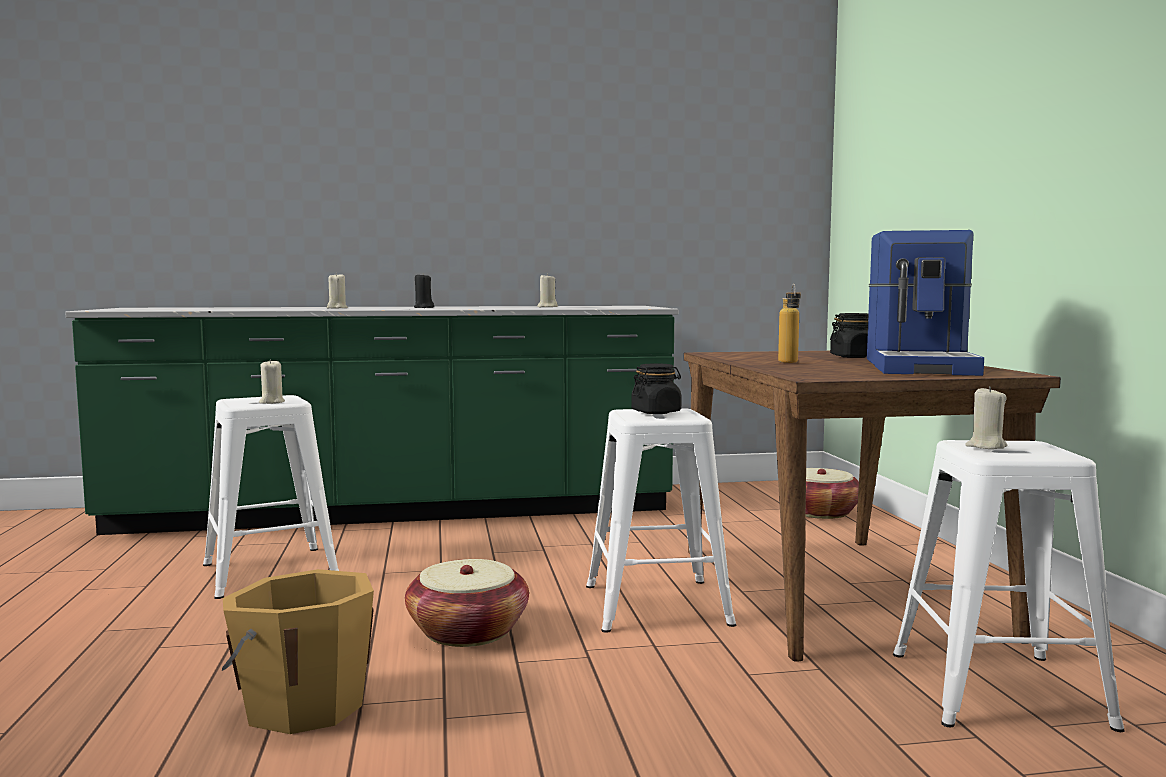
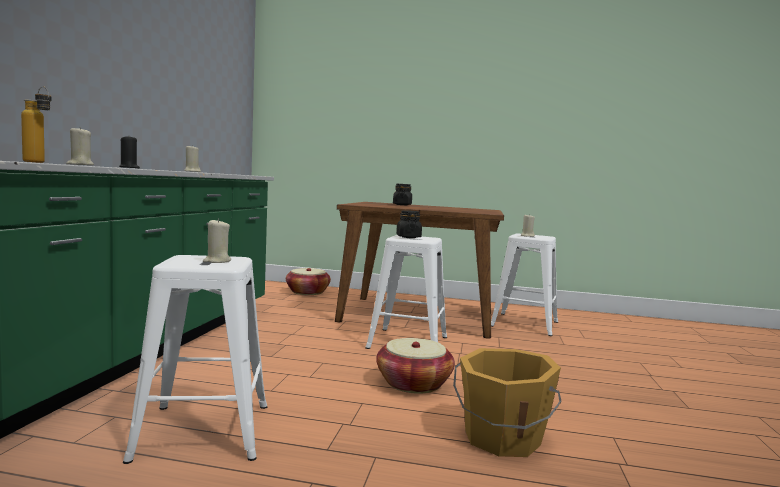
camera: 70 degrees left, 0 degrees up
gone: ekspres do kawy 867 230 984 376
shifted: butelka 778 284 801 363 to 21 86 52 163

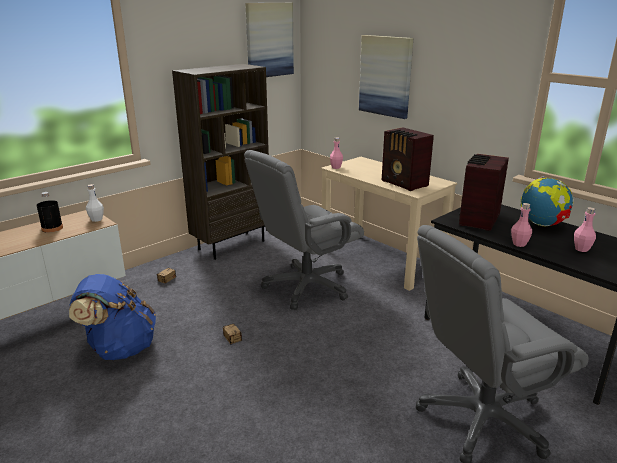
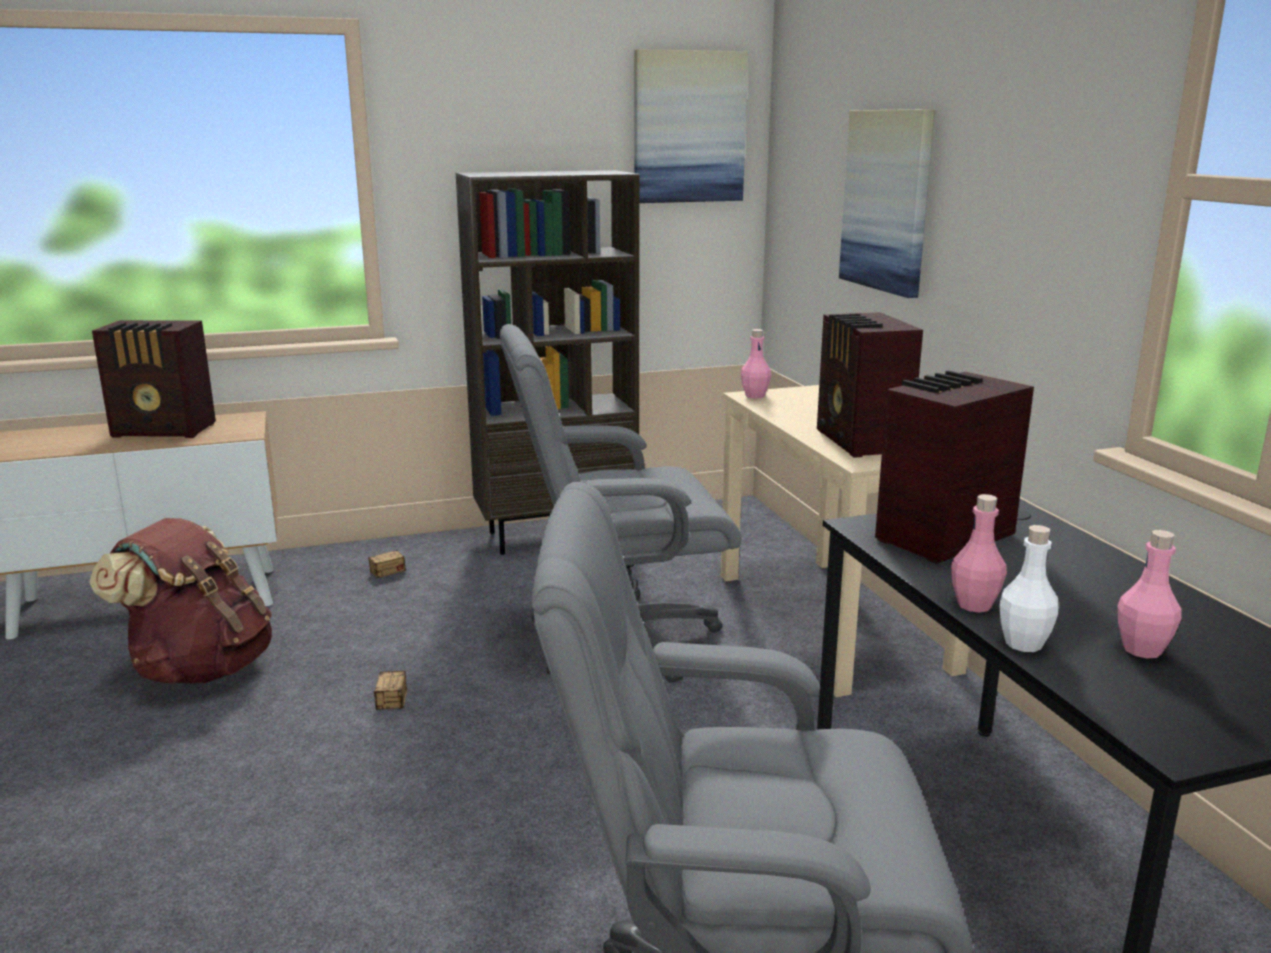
camera: 25 degrees right, 5 degrees down
gone: globus 521 176 574 226
shifted: butelka [biały] 86 184 104 222 to 999 525 1058 652
swapped: butelka [czarny] 37 192 63 233 to radio 92 320 216 438
repainted: plecak [niebieski] 69 274 156 360 to plecak [brązowy] 90 518 272 684

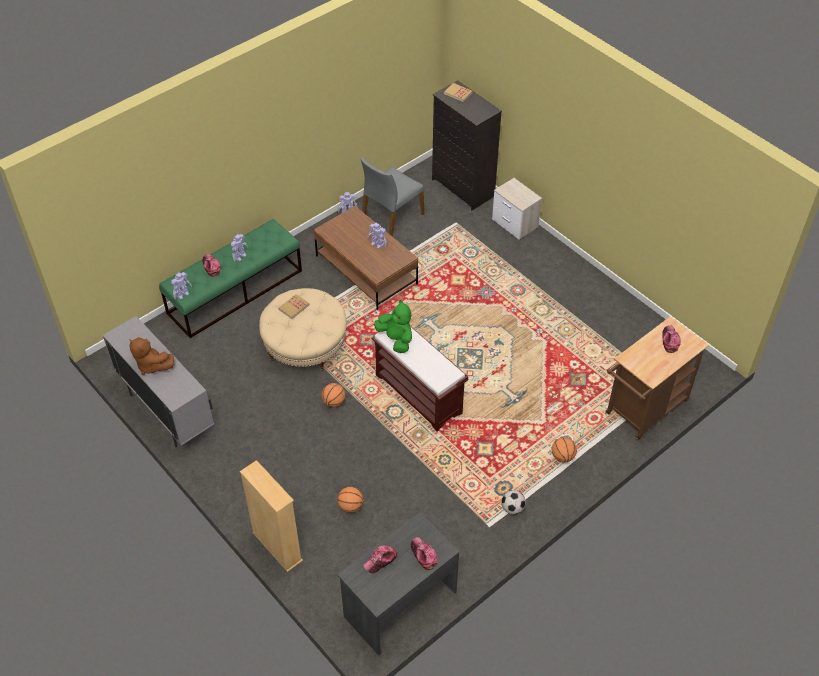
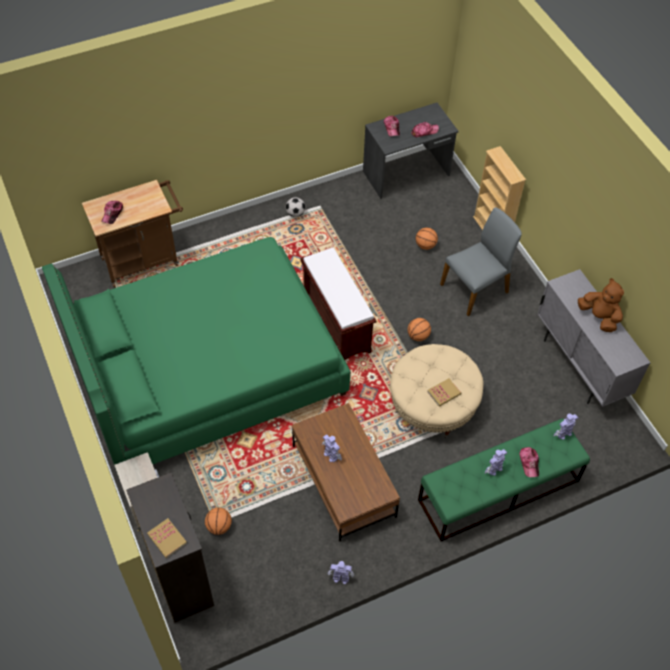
camera: 165 degrees left, 5 degrees up
gone: pluszak [zielony] 374 300 412 353
new: łóżko [zielony] 42 237 350 477
shifted: krzesło [szary] 361 157 425 237 to 440 208 522 316; piłka do koszykówki 552 437 577 463 to 205 507 232 535

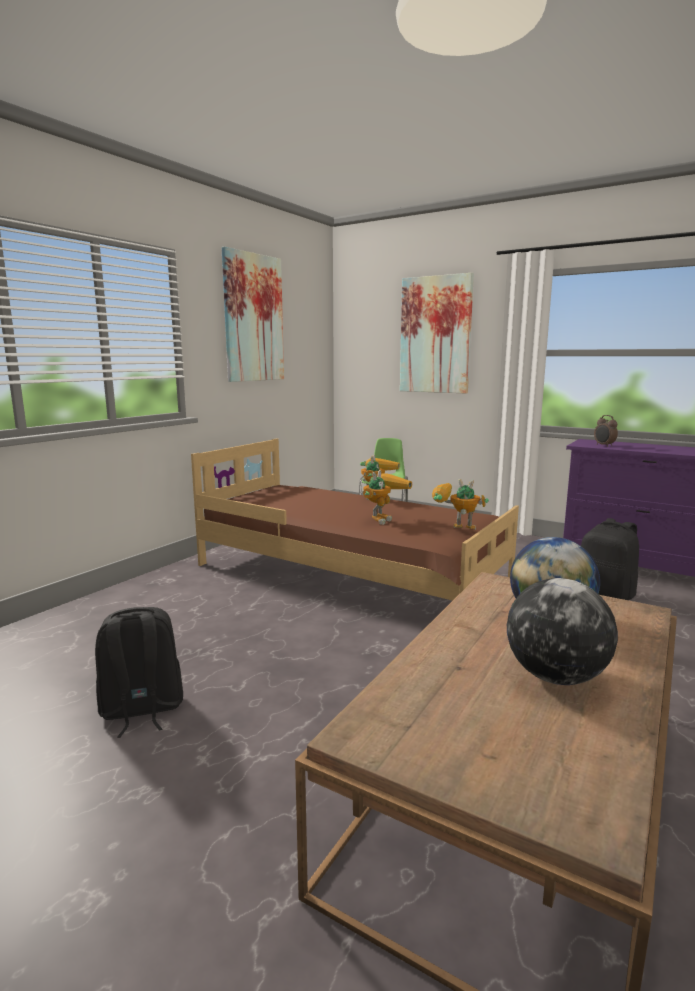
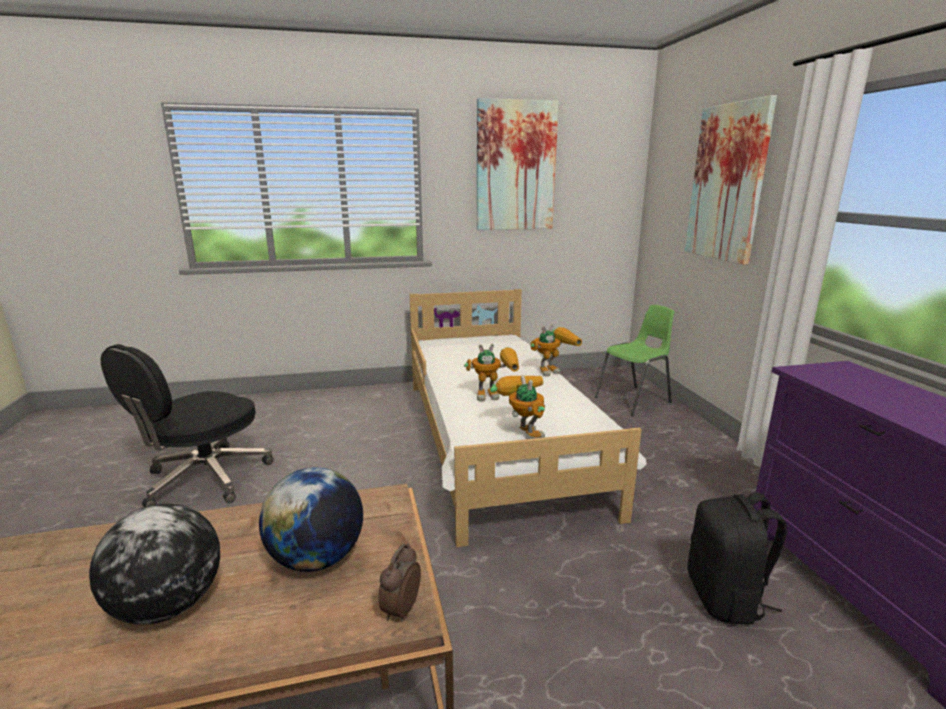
camera: 45 degrees right, 5 degrees up
shifted: budzik 594 415 618 447 to 379 543 421 622
swapped: plecak [czarny] 95 607 183 738 to krzesło biurowe [czarny] 101 344 274 507
repainted: łóżko [brązowy] 191 438 519 601 to łóżko [biały] 410 289 647 547

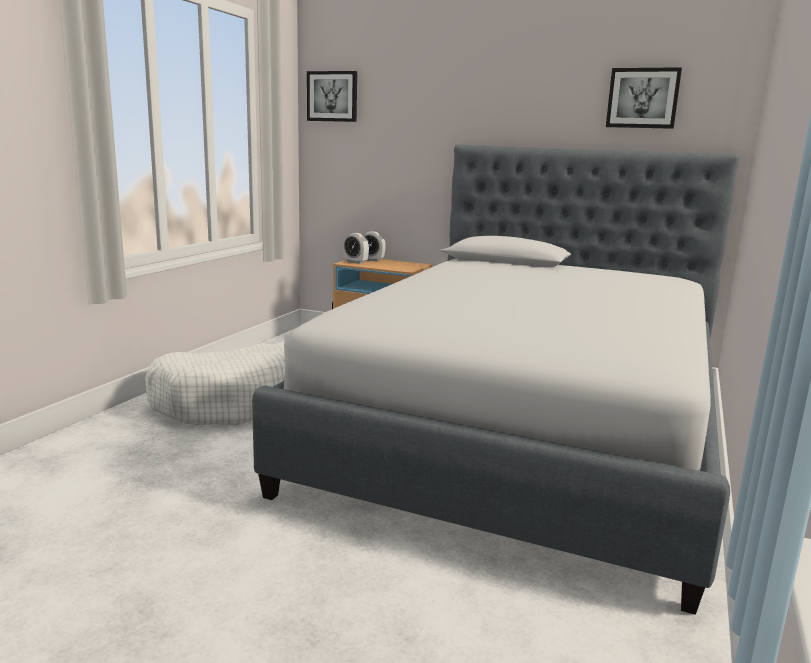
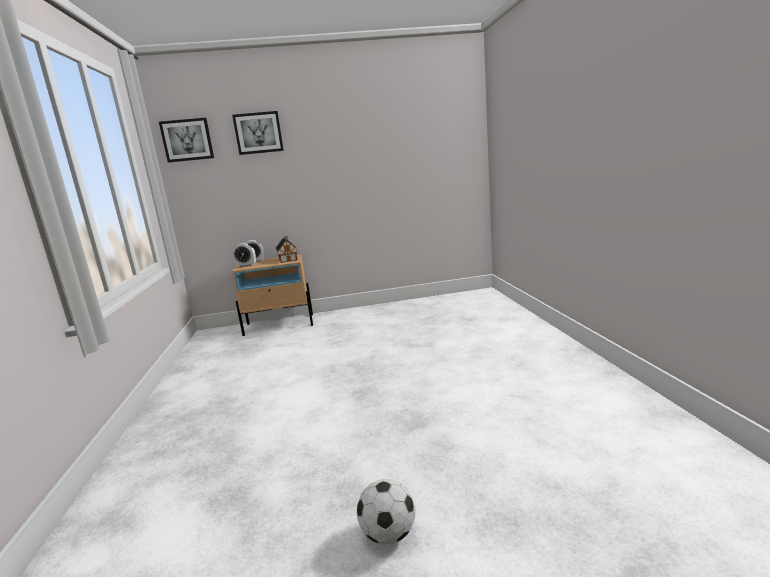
camera: 30 degrees left, 0 degrees up
gone: legowisko [biały] 145 341 285 425; łóżko 252 145 740 615
new: domek 276 236 298 263; piłka futbolowa 357 479 416 544
shifted: obraz 606 67 682 129 to 232 111 284 155

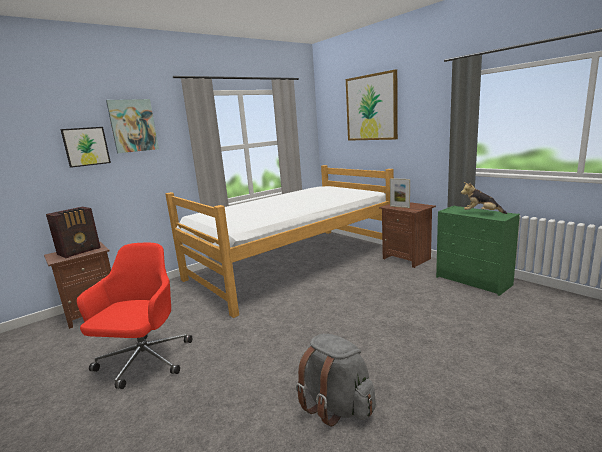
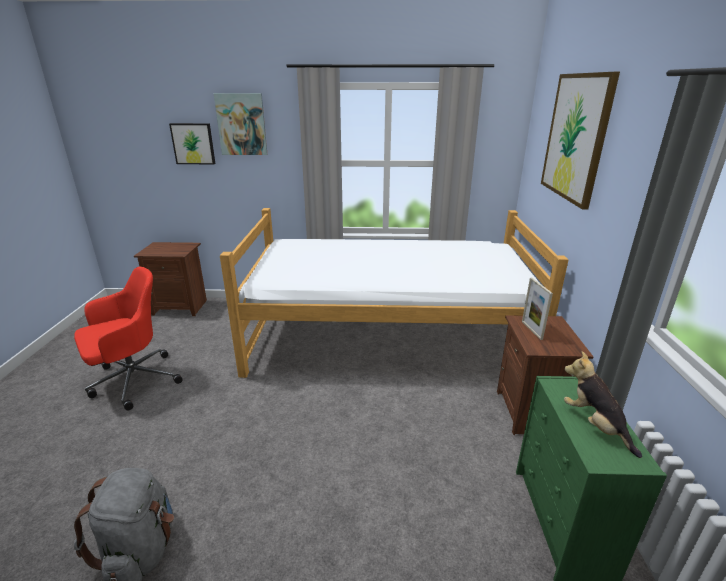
camera: 40 degrees right, 10 degrees up
gone: radio 46 207 101 258

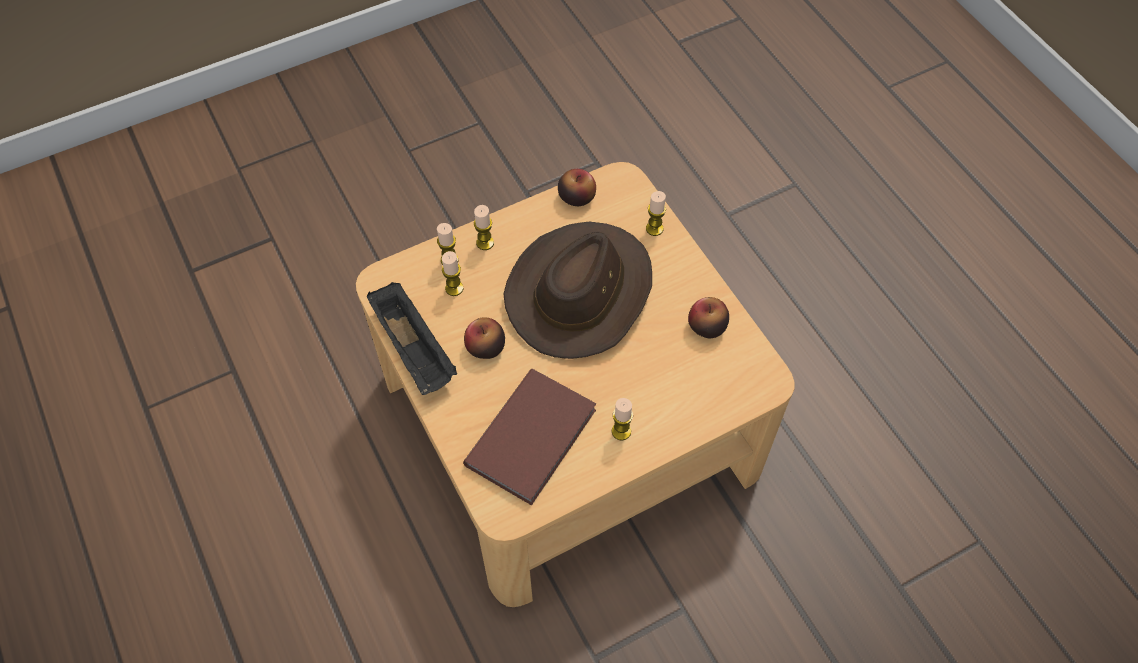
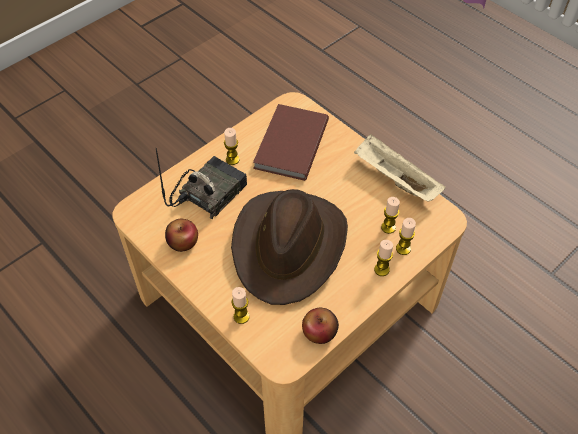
camera: 165 degrees right, 5 degrees down
gone: jabłko 464 318 505 359
new: radio 156 148 247 220
repainted: taca [czarny] 367 282 457 395 to taca [beżowy] 354 134 445 202

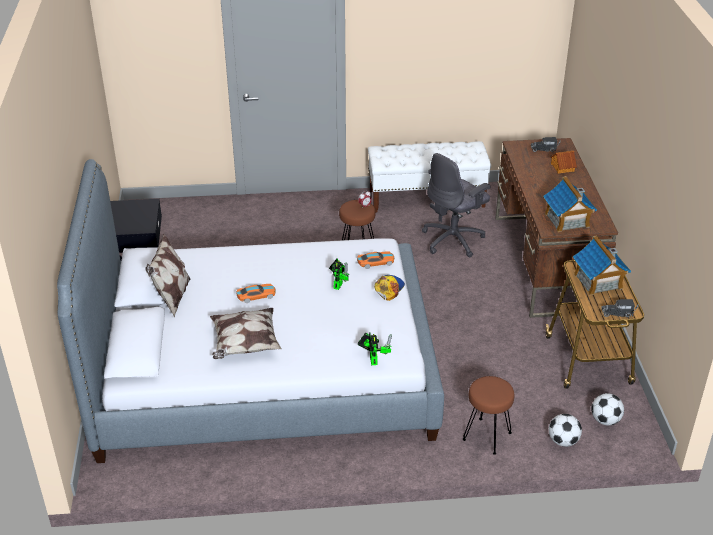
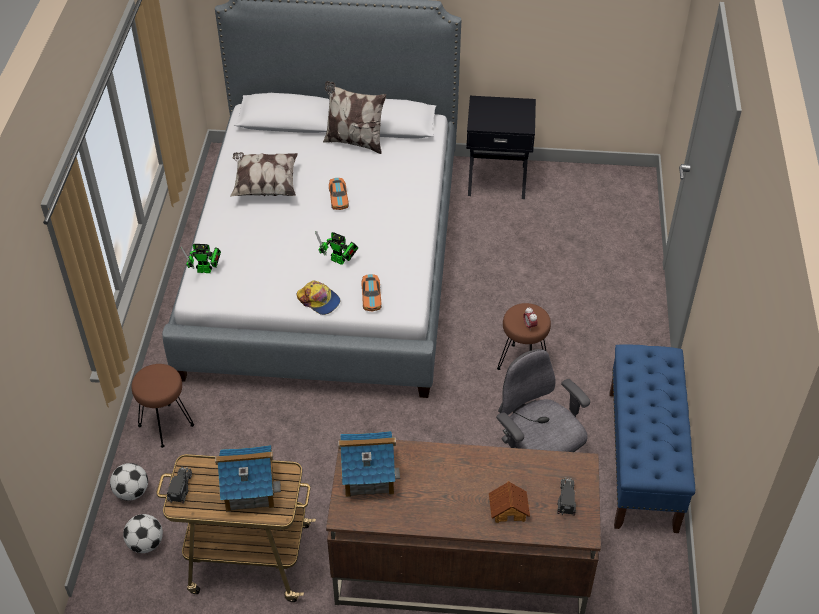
camera: 100 degrees right, 10 degrees up
repainted: ławka [biały] 368 141 491 213 to ławka [niebieski] 610 344 695 533

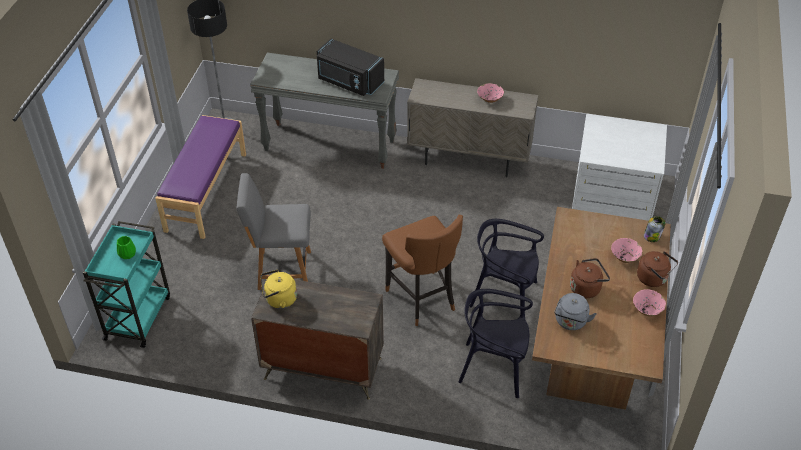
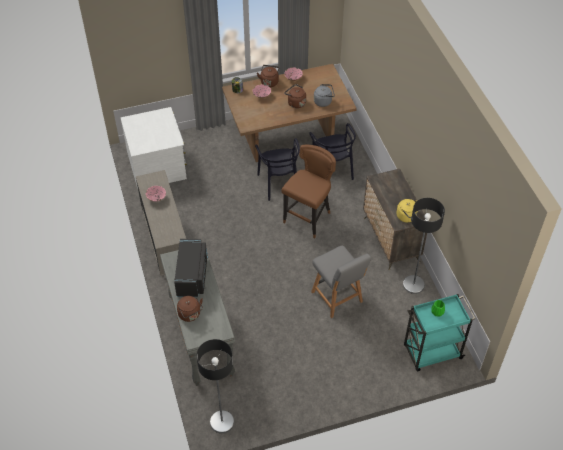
camera: 120 degrees left, 5 degrees up
gone: ławka [fioletowy] 155 115 246 239
new: czajnik [brązowy] 177 296 203 322; lampa stojąca 403 198 445 294

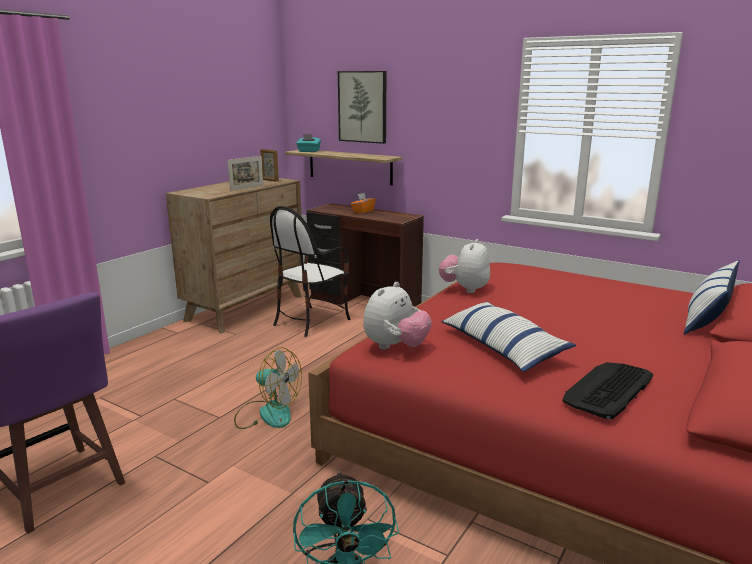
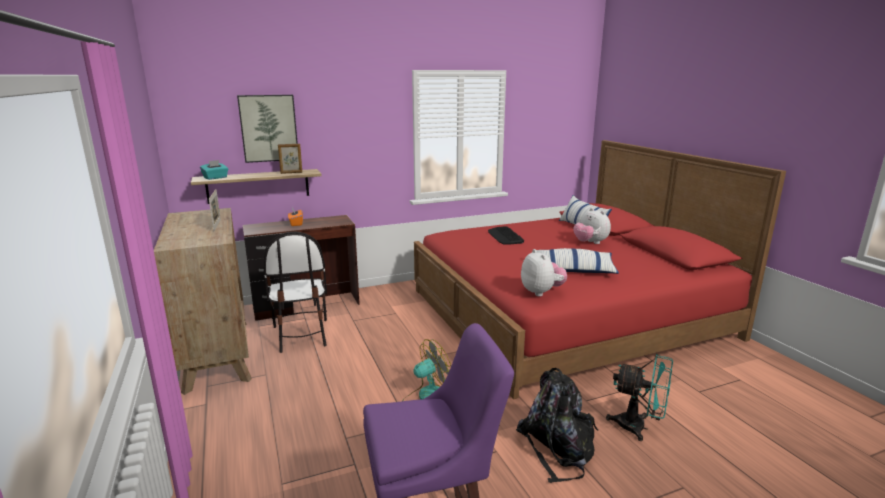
camera: 55 degrees left, 0 degrees up
new: plecak [czarny] 516 368 598 483
shifted: ramka na zdjęcie 260 149 279 182 to 278 144 302 174; pluszak 439 239 490 293 to 573 208 611 244; klawiatura 562 362 653 419 to 488 226 524 245

